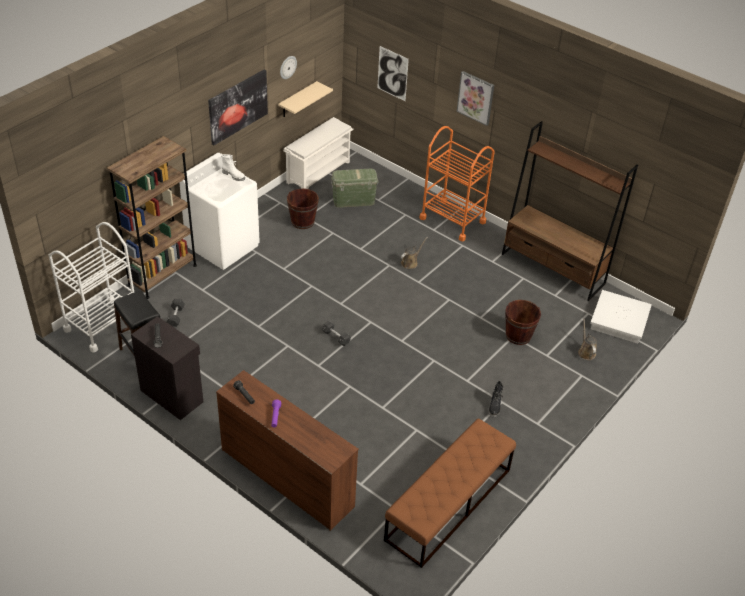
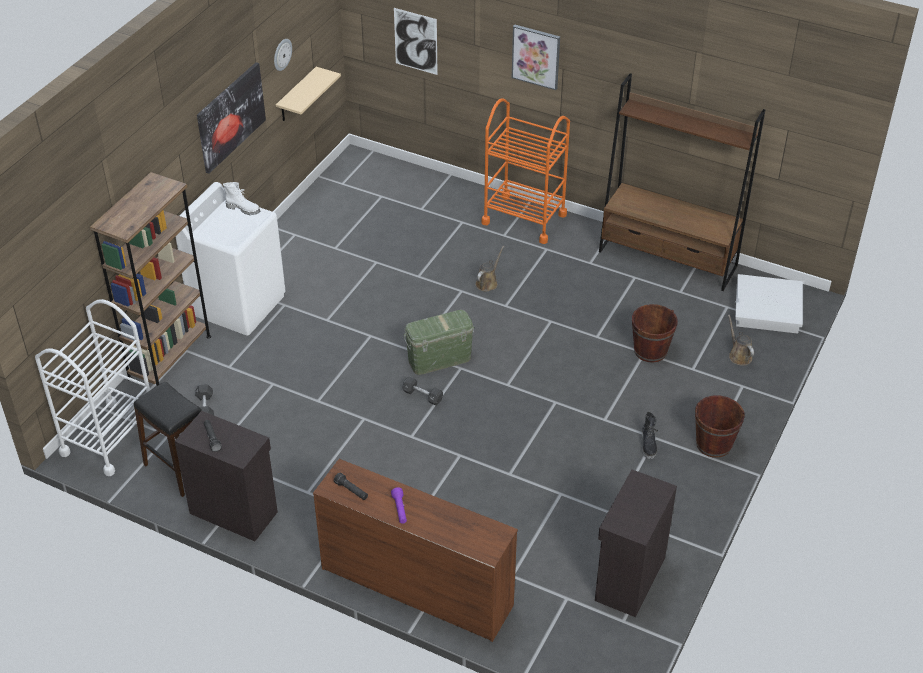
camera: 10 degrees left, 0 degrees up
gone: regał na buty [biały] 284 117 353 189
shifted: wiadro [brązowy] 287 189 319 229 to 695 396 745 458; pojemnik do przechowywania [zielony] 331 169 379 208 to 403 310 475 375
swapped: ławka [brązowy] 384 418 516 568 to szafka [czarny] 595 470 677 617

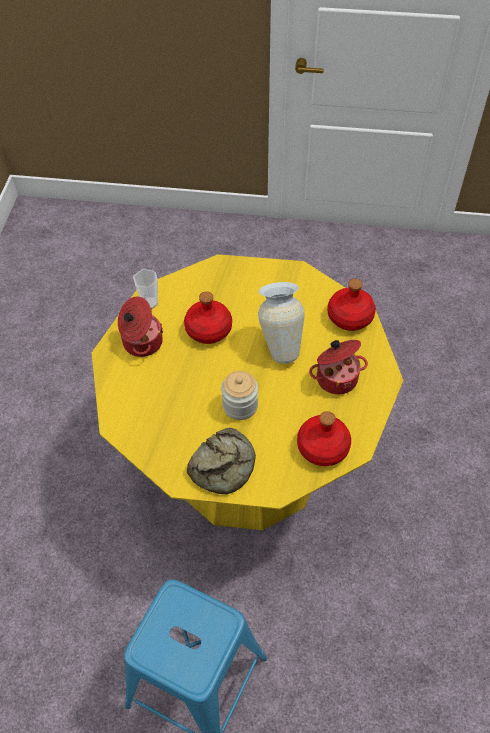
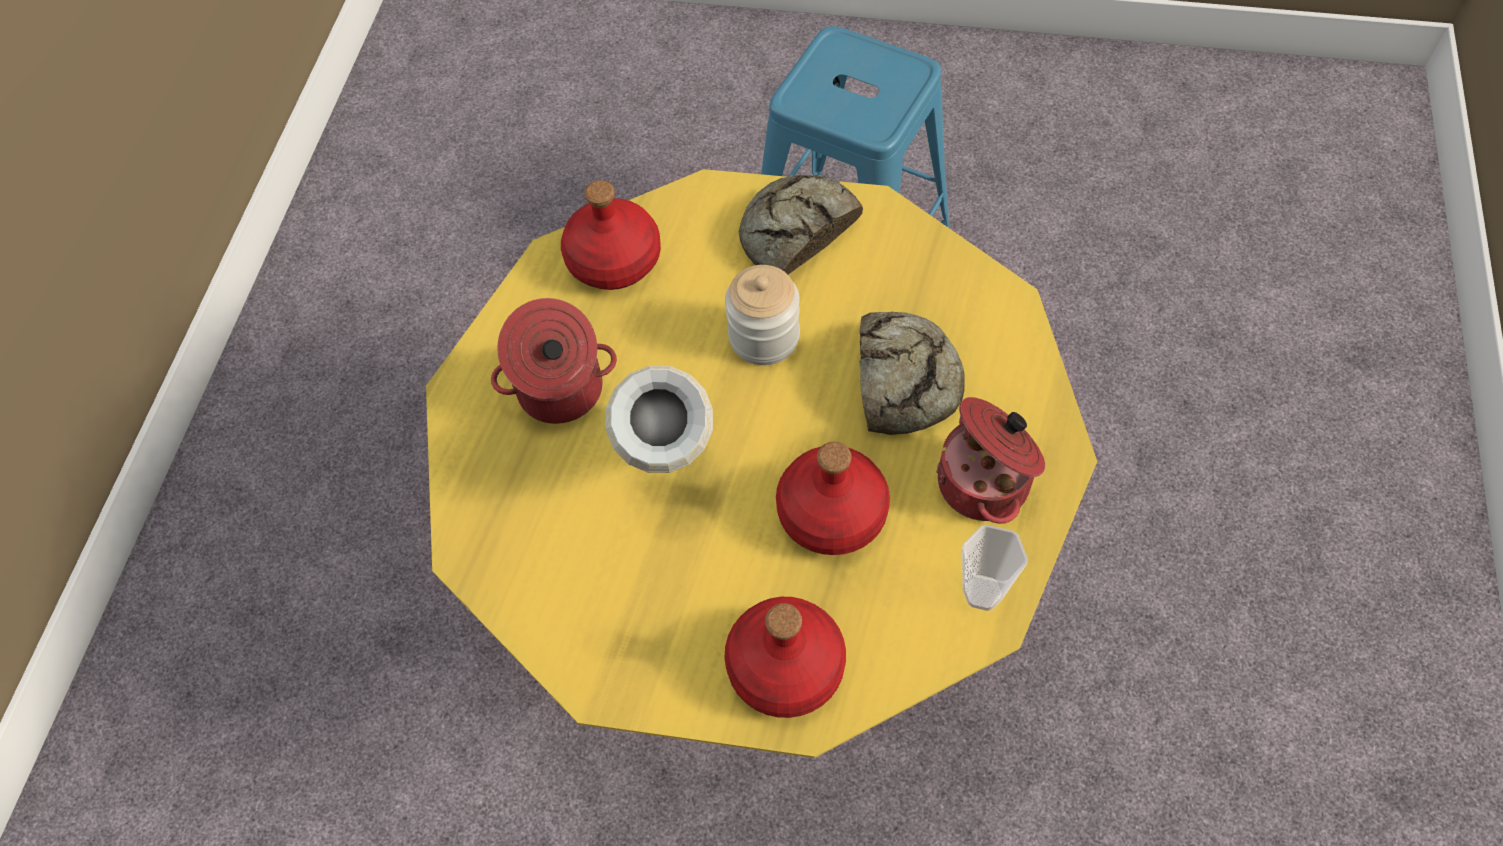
camera: 175 degrees left, 5 degrees up
new: chleb 859 312 965 435
shifted: butelka [czerwony] 328 279 376 331 to 724 597 846 718

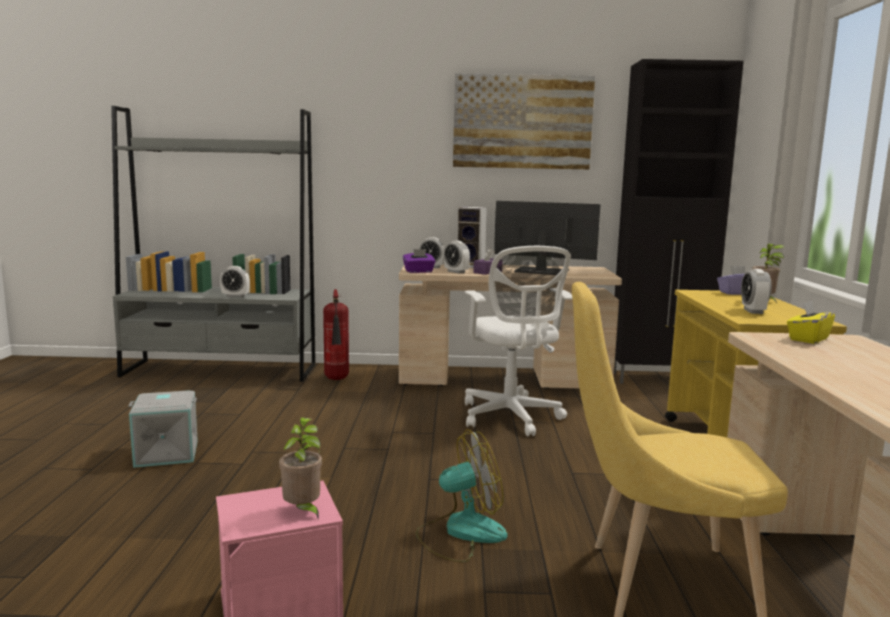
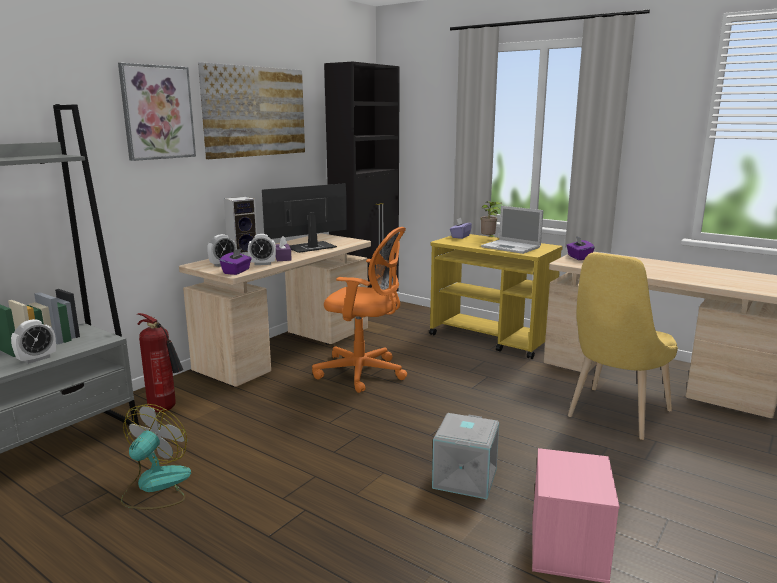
camera: 55 degrees left, 5 degrees up
gone: roślina doniczkowa 279 417 322 519
new: obraz 118 63 196 161
shifted: pojemnik do przechowywania [szary] 128 390 198 468 to 432 413 499 499; wentylator 416 429 508 562 to 121 404 191 509
swapped: budzik 741 269 772 314 to laptop 481 206 543 254
repainted: krzesło biurowe [biały] 465 246 573 436 to krzesło biurowe [pomarańczowy] 312 227 407 393; pudełko chusteczek [żółty] 787 301 835 344 to pudełko chusteczek [fioletowy] 566 236 595 260

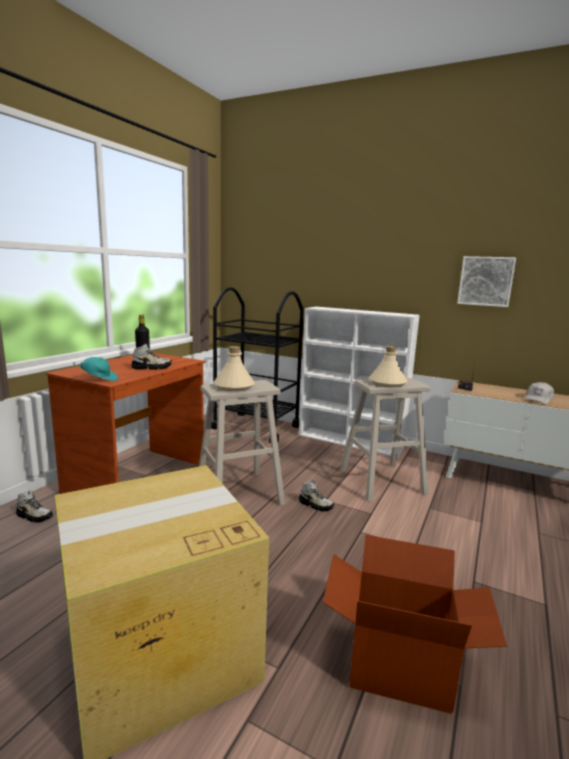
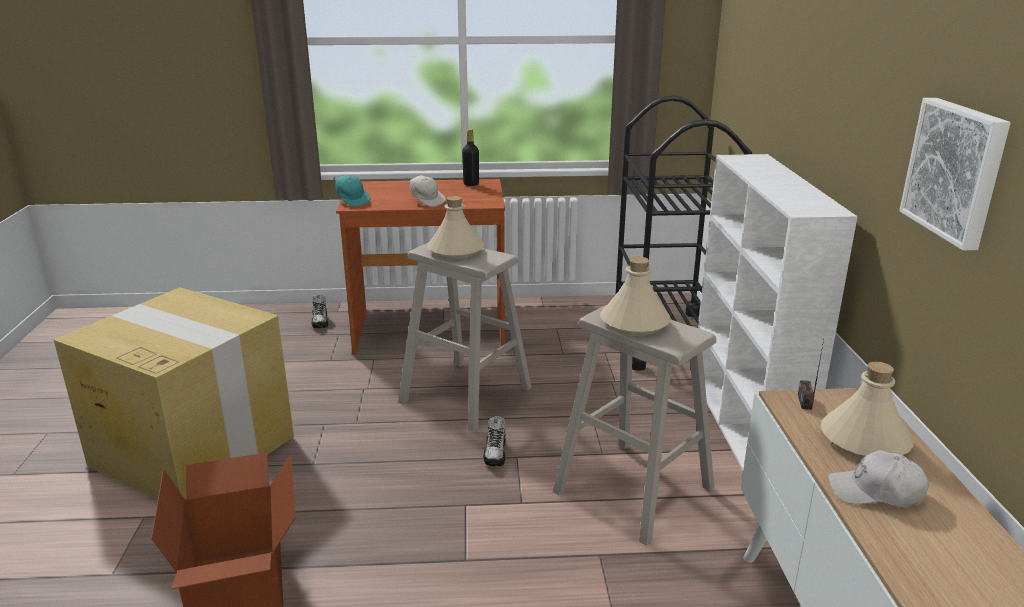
camera: 60 degrees right, 10 degrees up
new: butelka [beżowy] 821 362 913 459
swapped: but 131 344 172 370 to czapka z daszkiem [biały] 405 175 446 207

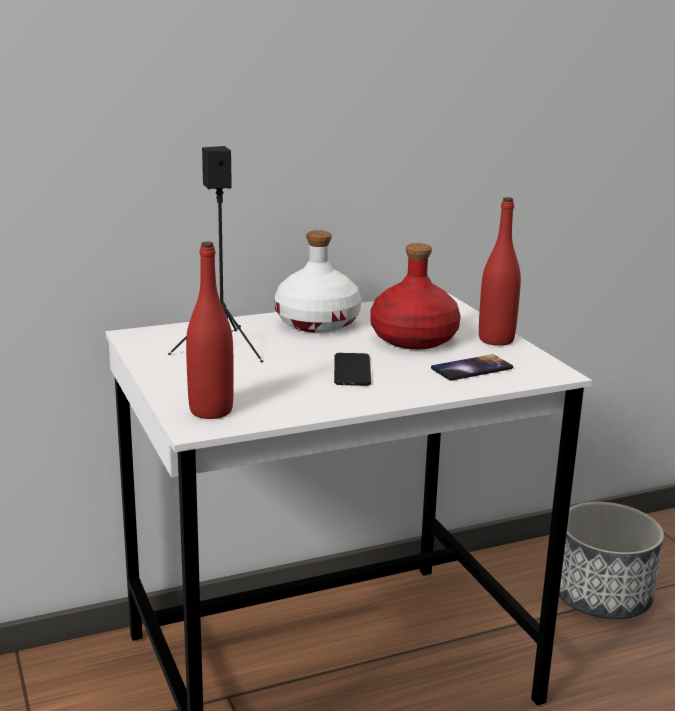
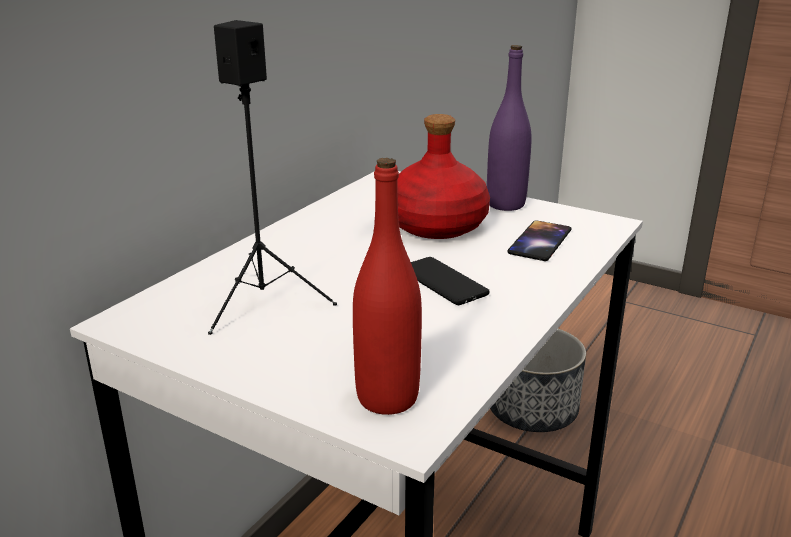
camera: 35 degrees left, 5 degrees up
gone: butelka [biały] 275 230 361 333
repainted: butelka [czerwony] 479 197 521 346 to butelka [fioletowy] 487 45 531 211

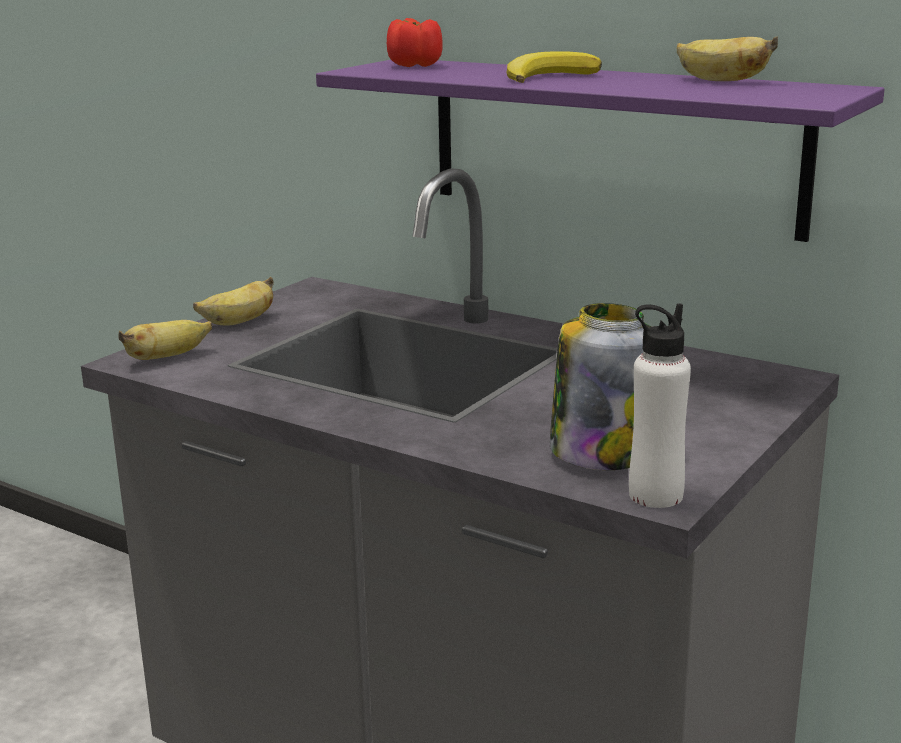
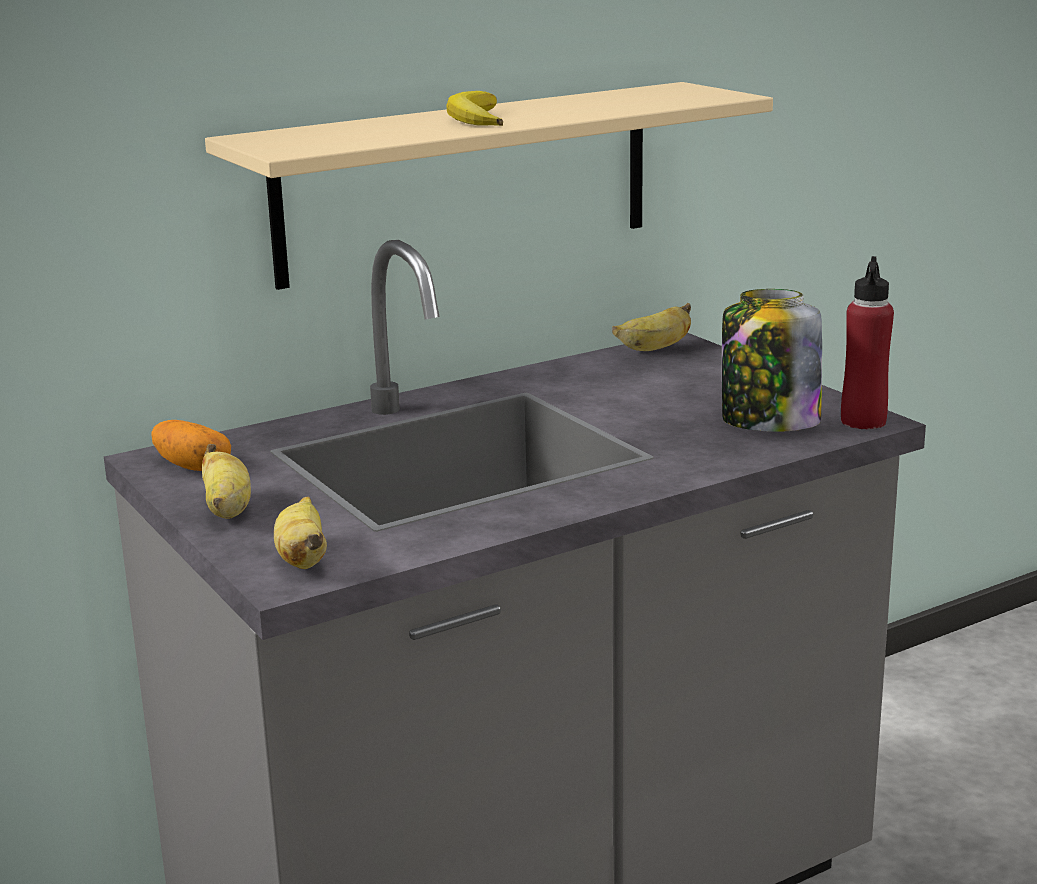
camera: 65 degrees left, 0 degrees up
gone: pomidor 387 18 443 67
new: ziemniak 152 420 231 471
shifted: banan 677 37 778 81 to 612 303 691 351
repainted: półka [fioletowy] 316 60 885 242 to półka [beżowy] 205 82 773 290; butelka [biały] 629 303 691 508 to butelka [czerwony] 841 256 894 429

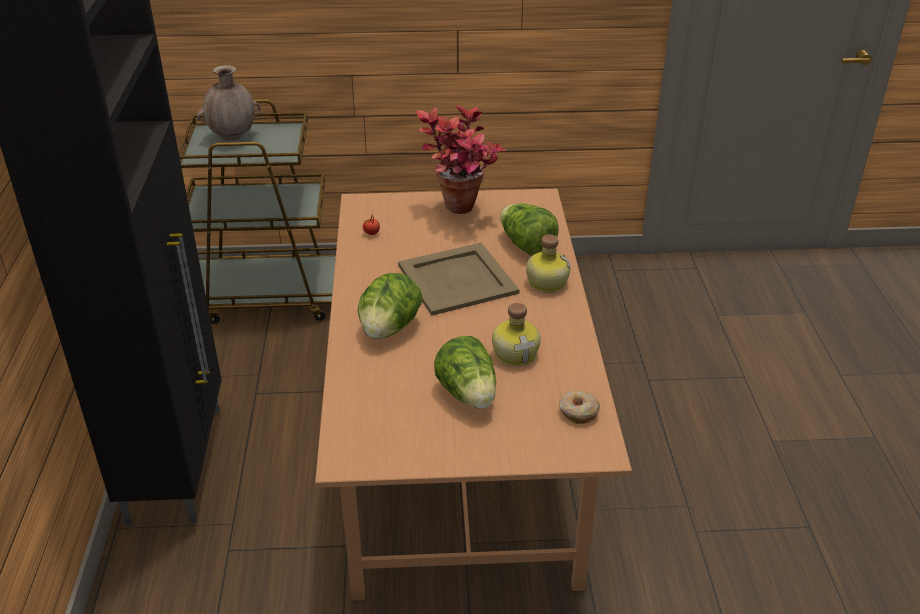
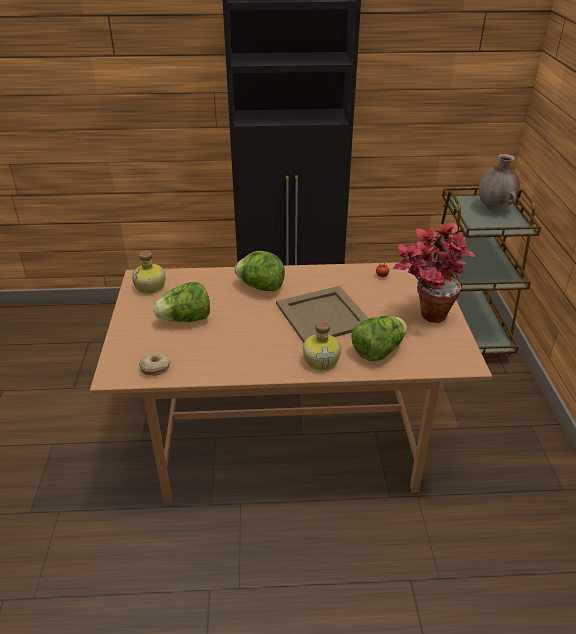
camera: 90 degrees right, 0 degrees up
shifted: butelka 492 303 541 366 to 132 251 166 294

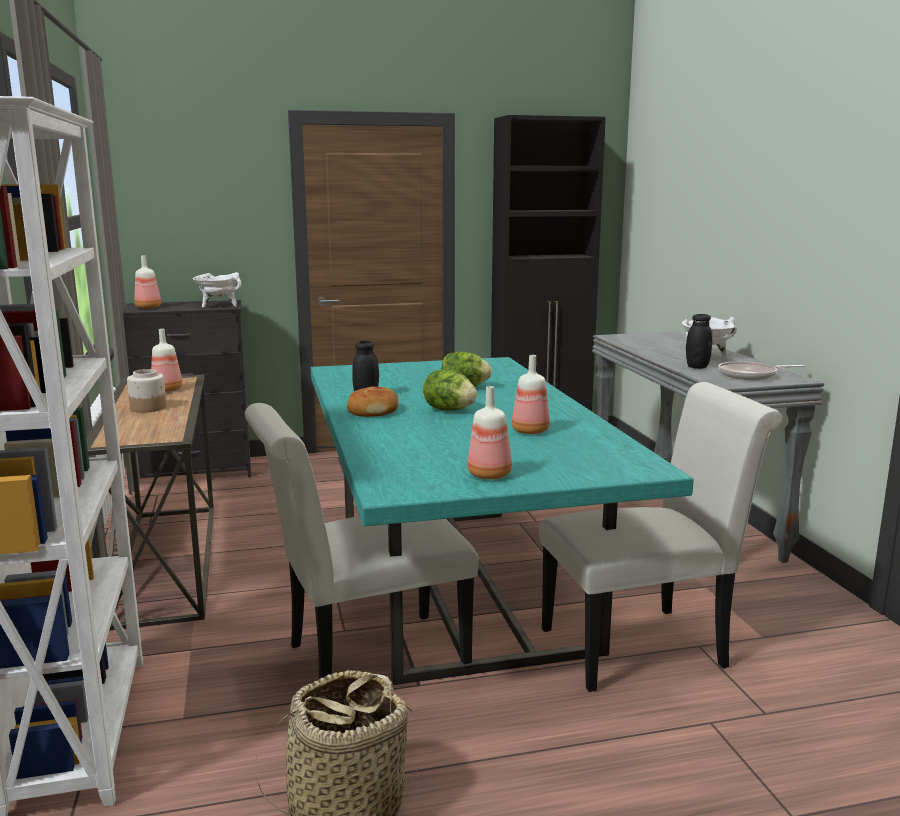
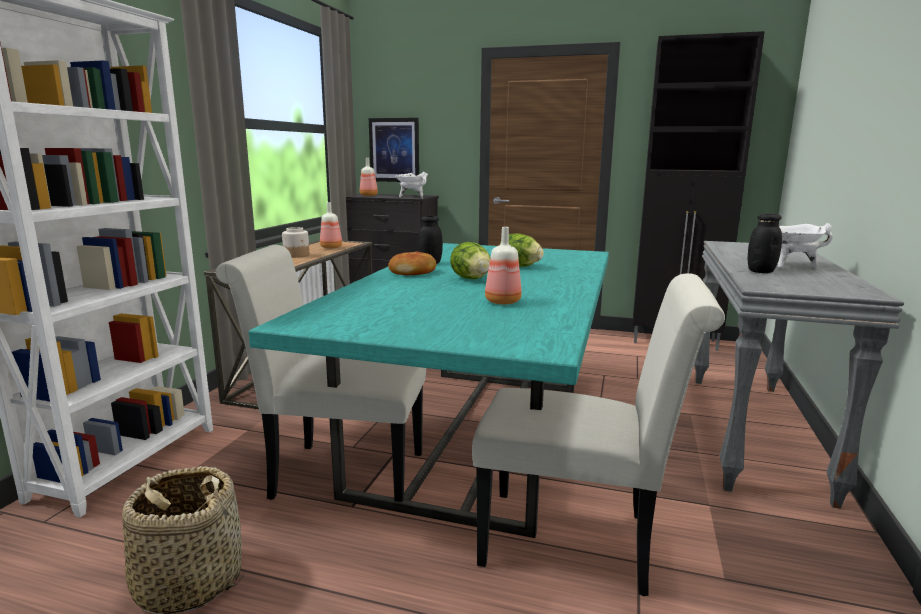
camera: 30 degrees right, 0 degrees up
gone: butelka 467 386 512 480; patelnia 718 361 805 380
new: obraz 369 118 419 182

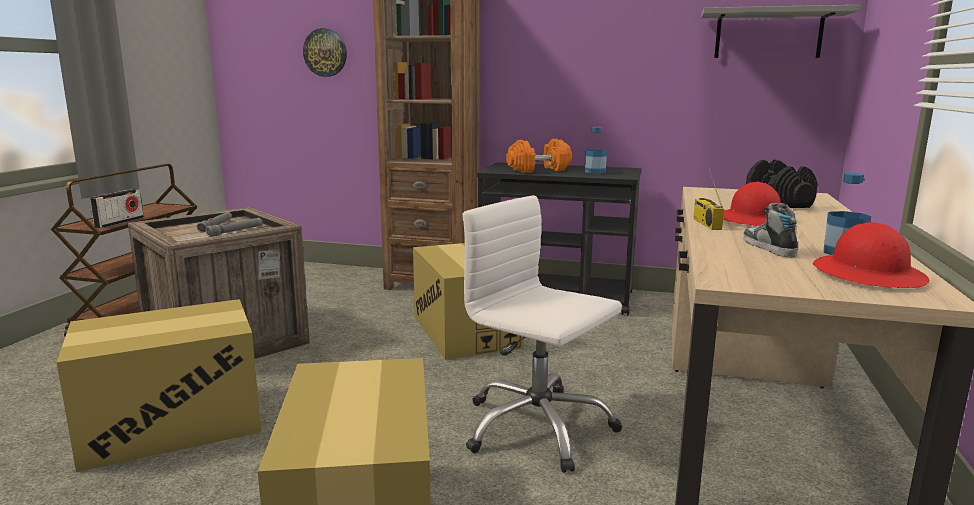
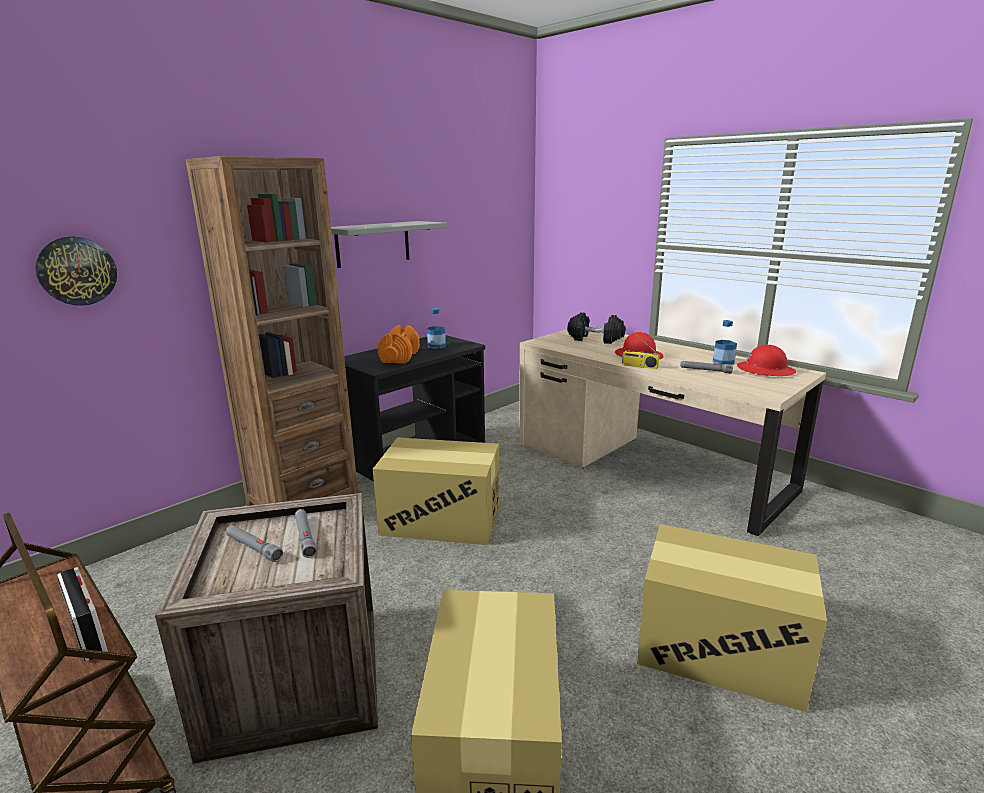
camera: 60 degrees left, 5 degrees up
gone: krzesło biurowe [biały] 462 195 622 473
shifted: półka [szary] 701 5 859 58 to 331 221 447 268
swapped: but 743 203 798 257 to latarka [szary] 680 361 733 373

